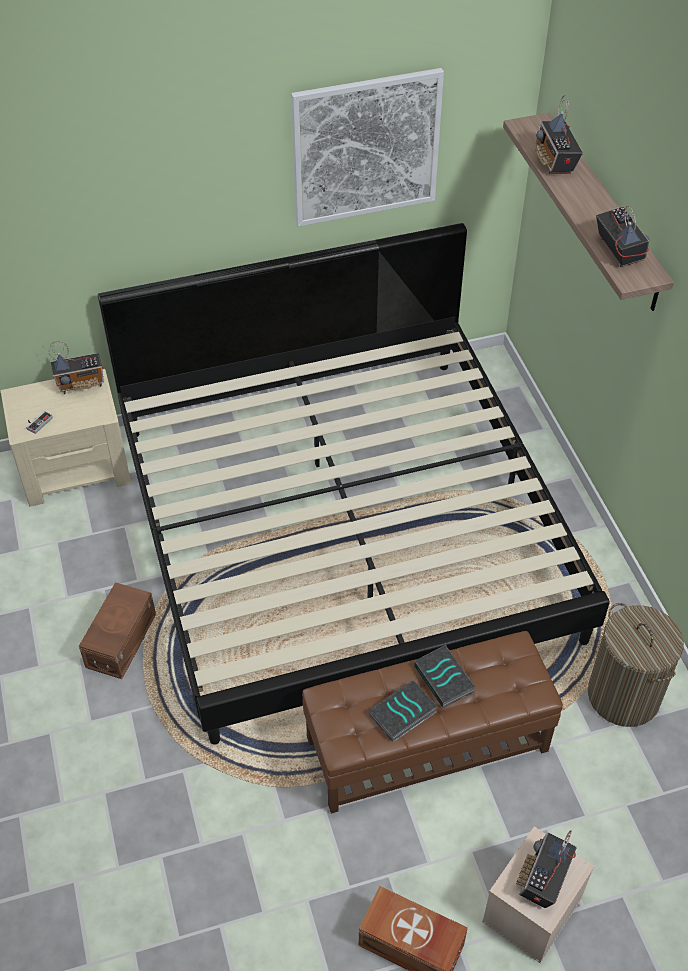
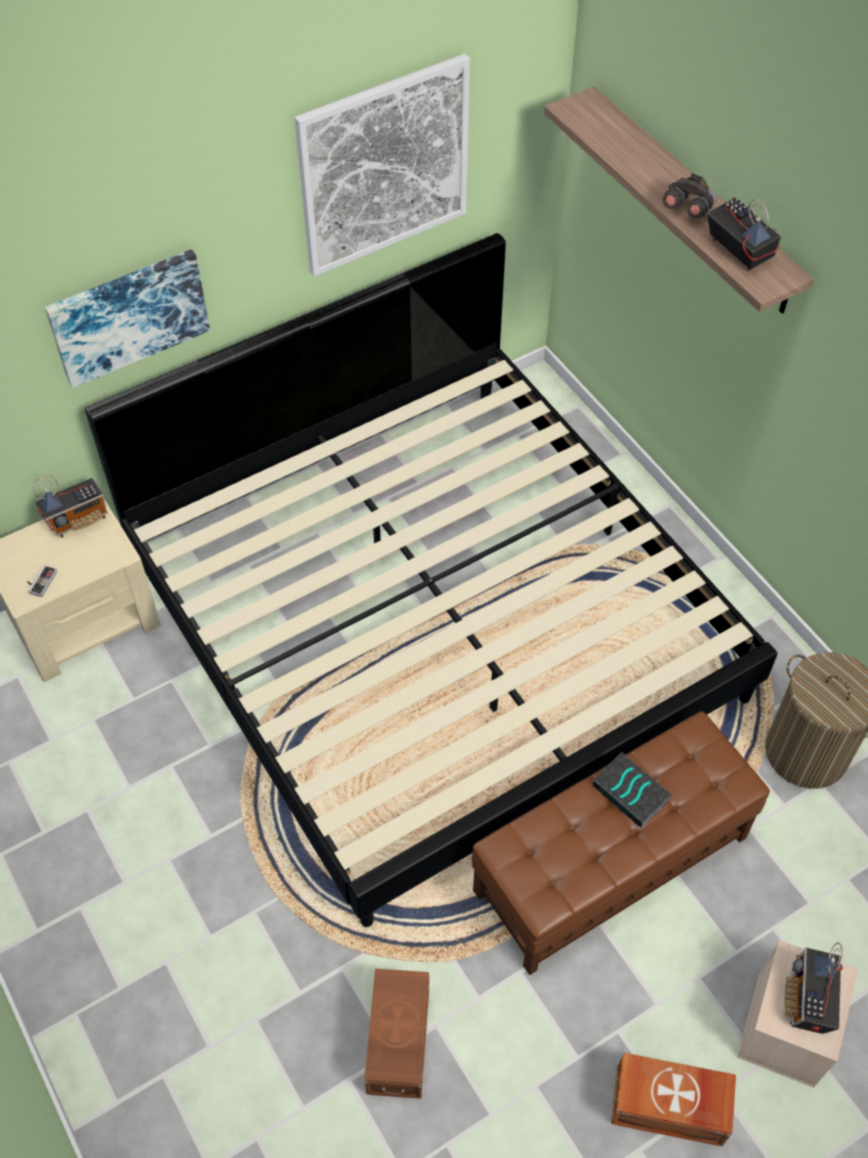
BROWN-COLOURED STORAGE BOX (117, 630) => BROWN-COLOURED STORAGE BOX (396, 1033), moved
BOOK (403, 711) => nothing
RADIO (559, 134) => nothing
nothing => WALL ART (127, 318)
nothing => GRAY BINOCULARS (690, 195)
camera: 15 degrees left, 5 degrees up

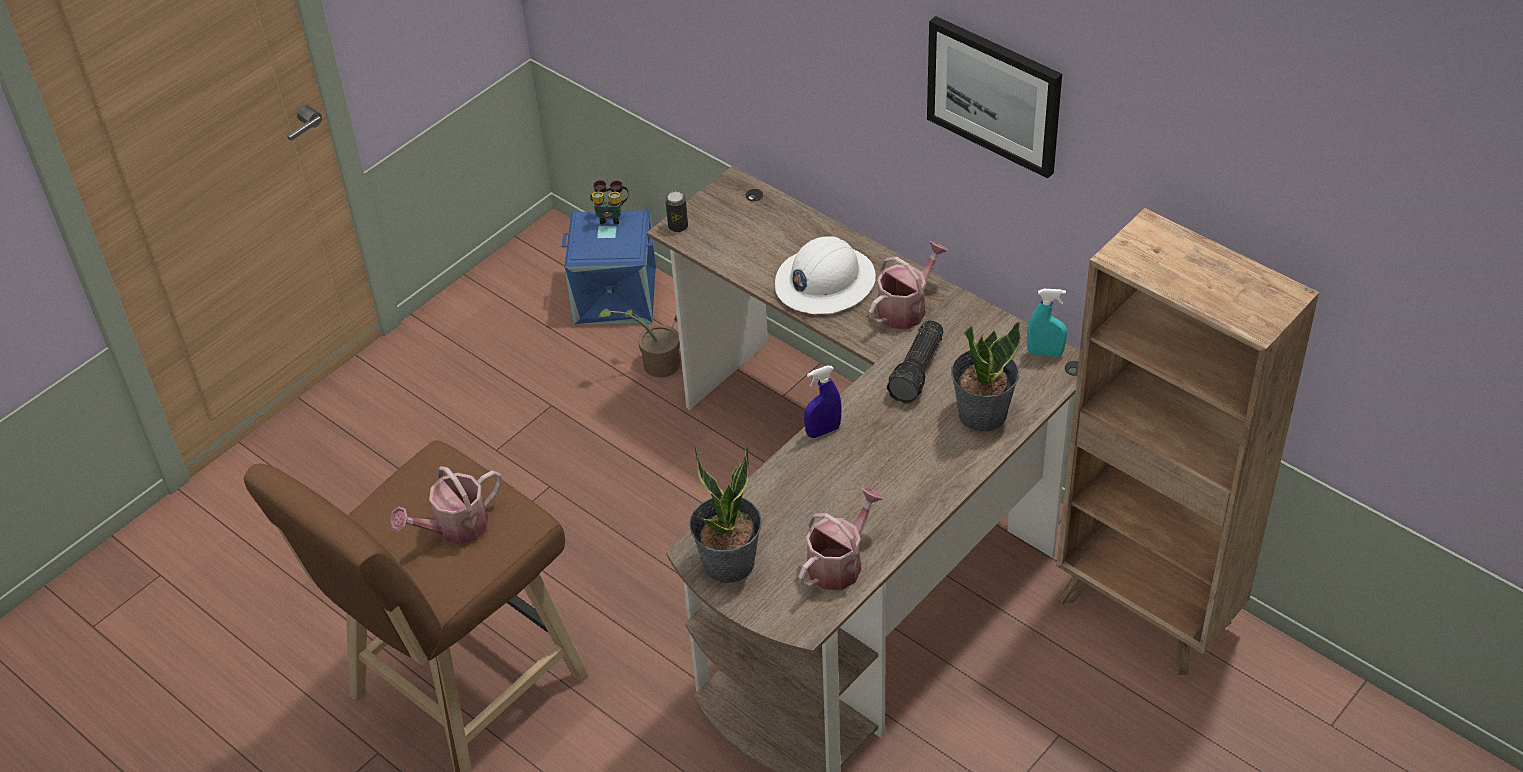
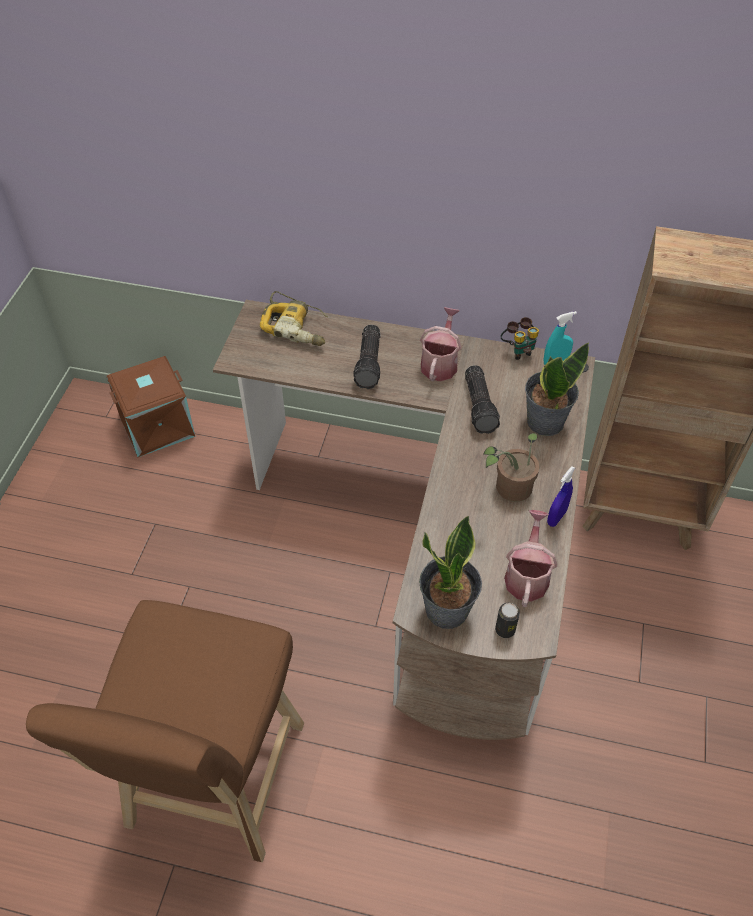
WATERING CAN (446, 505) => nothing
BLUISH STORAGE BOX (609, 267) => BROWN-COLOURED STORAGE BOX (151, 406)
BINOCULARS (609, 202) => BINOCULARS (519, 338), moved
POTTED PLANT (638, 343) => POTTED PLANT (511, 467), moved
CAN (676, 211) => CAN (507, 620), moved
WHITISH SAFETY HELMET (825, 275) => FLASHLIGHT (367, 357)
BLUISH SPRAY BOTTLE (823, 402) => BLUISH SPRAY BOTTLE (561, 496), moved
WALL ART (994, 97) => nothing
nothing => POWER DRILL (294, 318)
camera: 30 degrees left, 5 degrees up

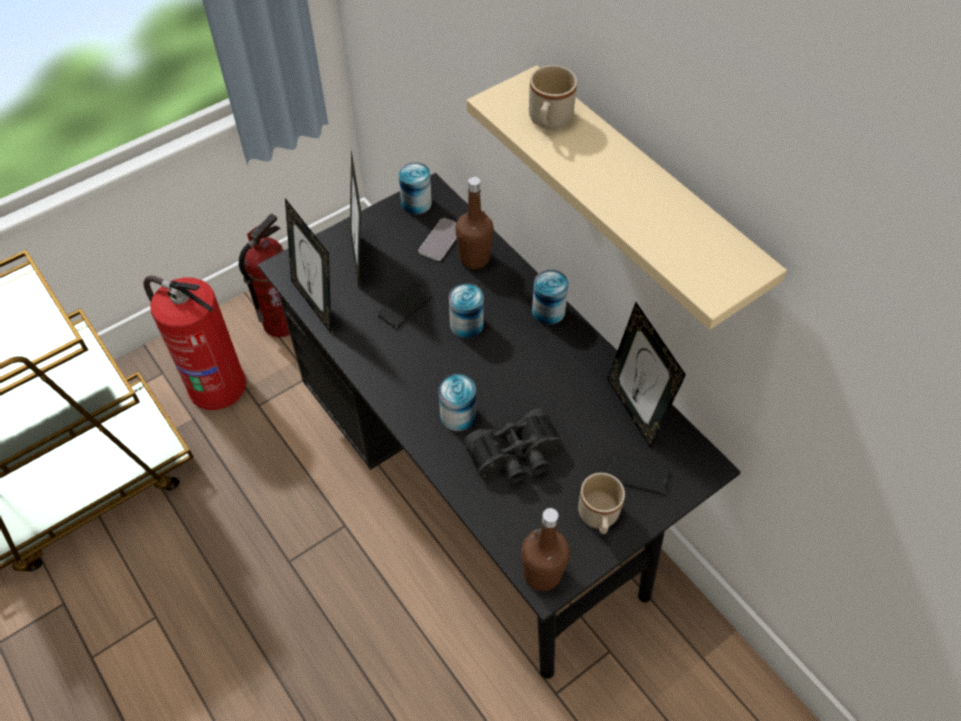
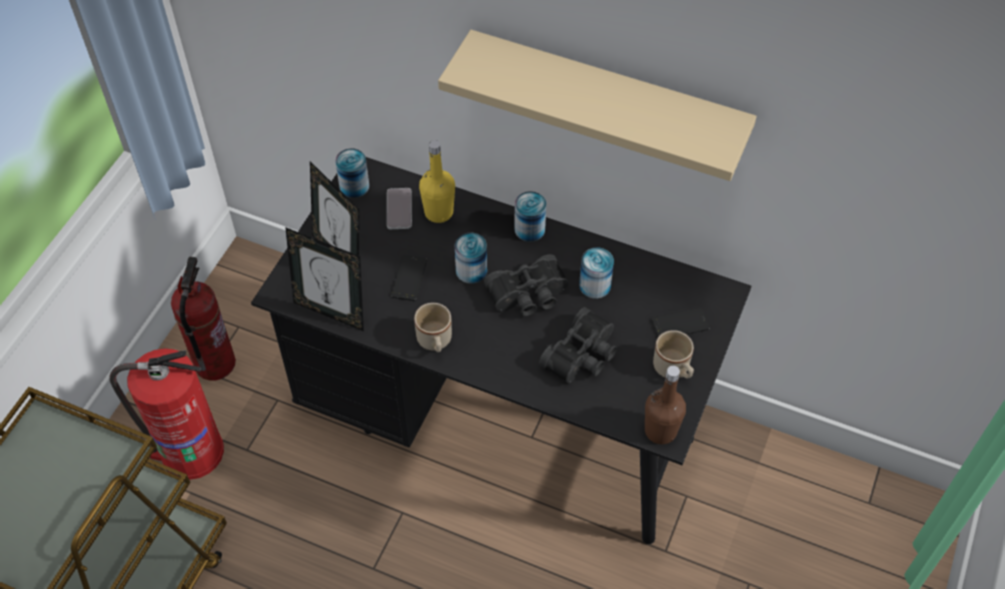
CAN (457, 402) => CAN (596, 273), moved
BROWN-COLOURED BOTTLE (474, 223) => YELLOW BOTTLE (437, 181)
BEIGE-COLOURED MUG (553, 97) => BEIGE-COLOURED MUG (433, 327), moved
STANDING FRAME (646, 375) => nothing
nothing => BLACK-COLOURED BINOCULARS (526, 285)
camera: 30 degrees left, 0 degrees up

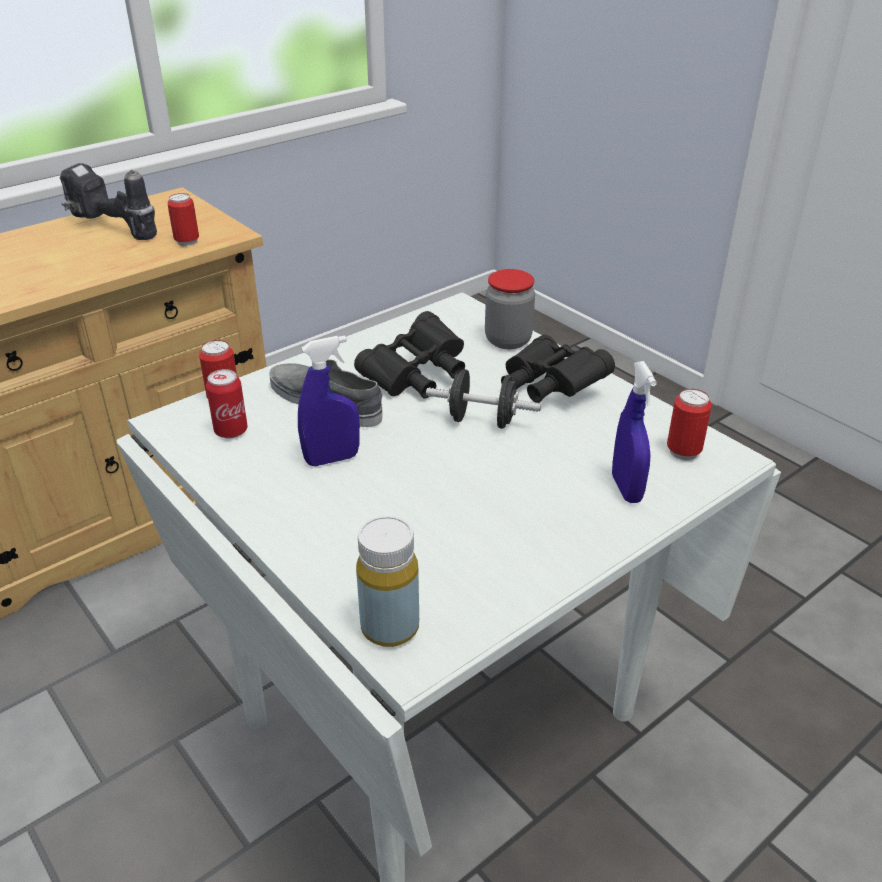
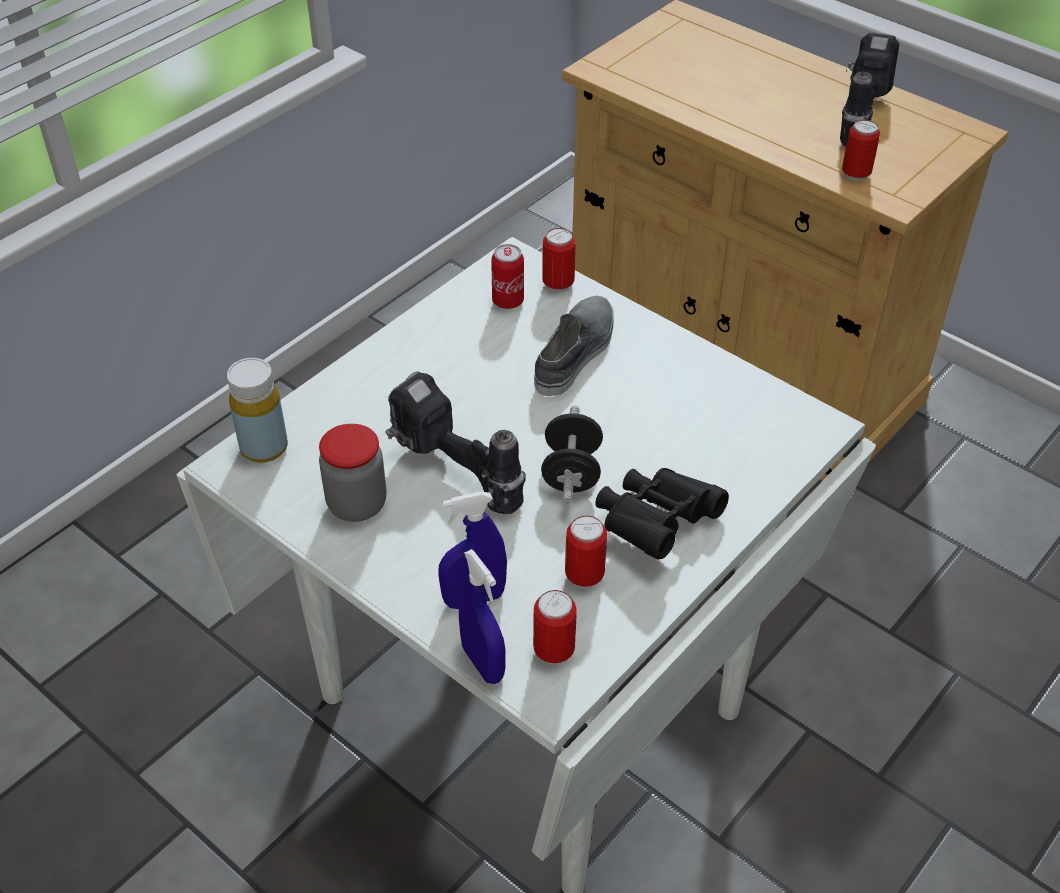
BLUISH SPRAY BOTTLE (329, 401) => BLUISH SPRAY BOTTLE (482, 616), moved
BLACK-COLOURED BINOCULARS (409, 354) => nothing
JAR (510, 309) => JAR (352, 473), moved
nothing => POWER DRILL (455, 442)
nothing => CAN (586, 552)
camera: 80 degrees right, 10 degrees up

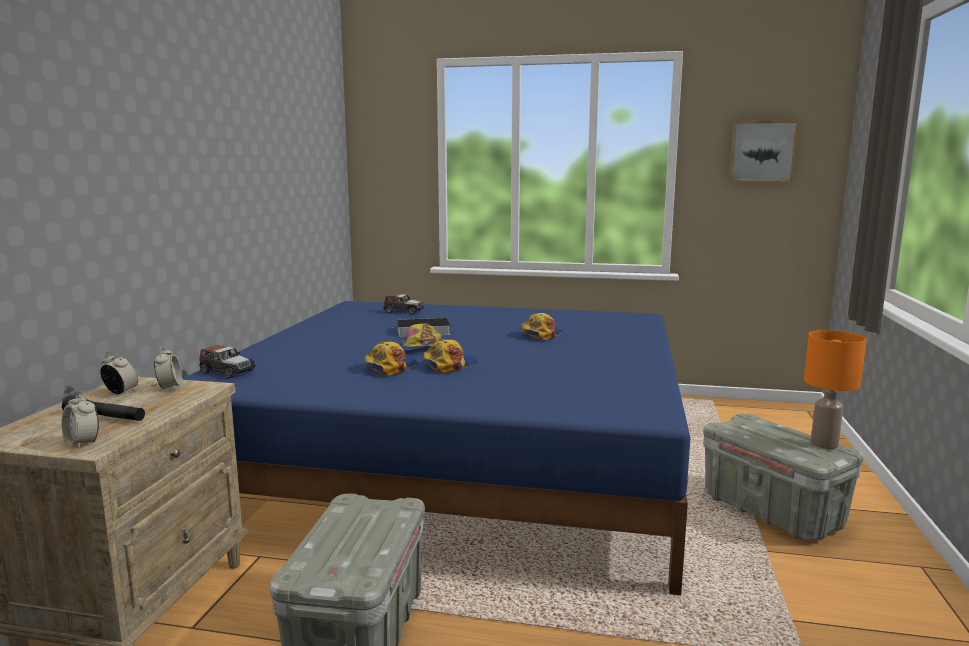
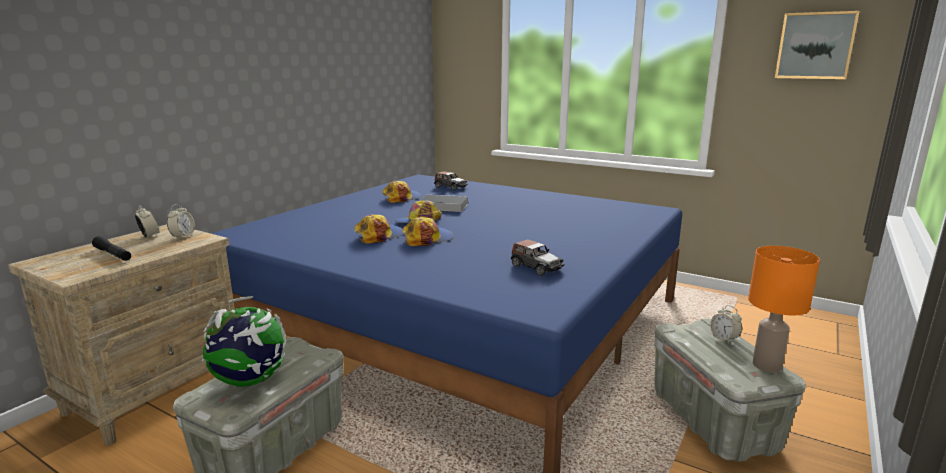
TABLE CLOCK (80, 420) => TABLE CLOCK (726, 324), moved
MINIATURE CAR (227, 362) => MINIATURE CAR (537, 257), moved
PEAKED CAP (542, 326) => PEAKED CAP (402, 192), moved
nothing => DESK GLOBE (244, 341)
camera: 20 degrees right, 5 degrees up

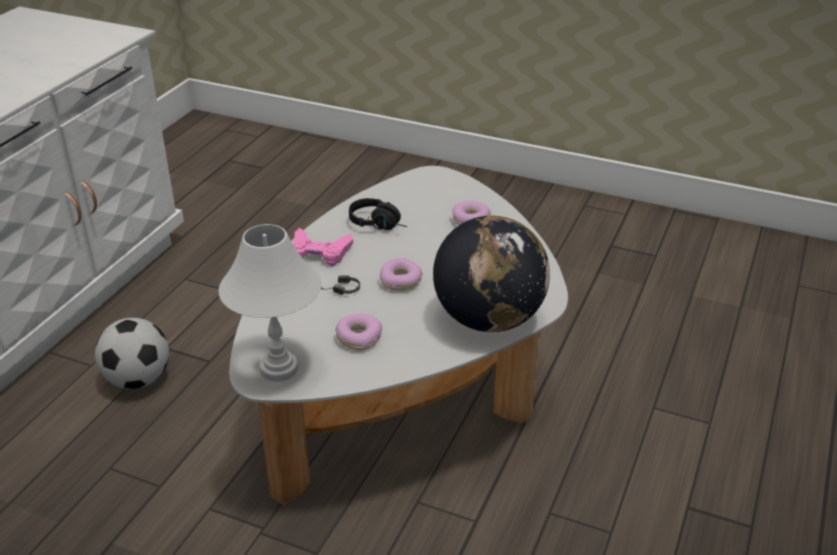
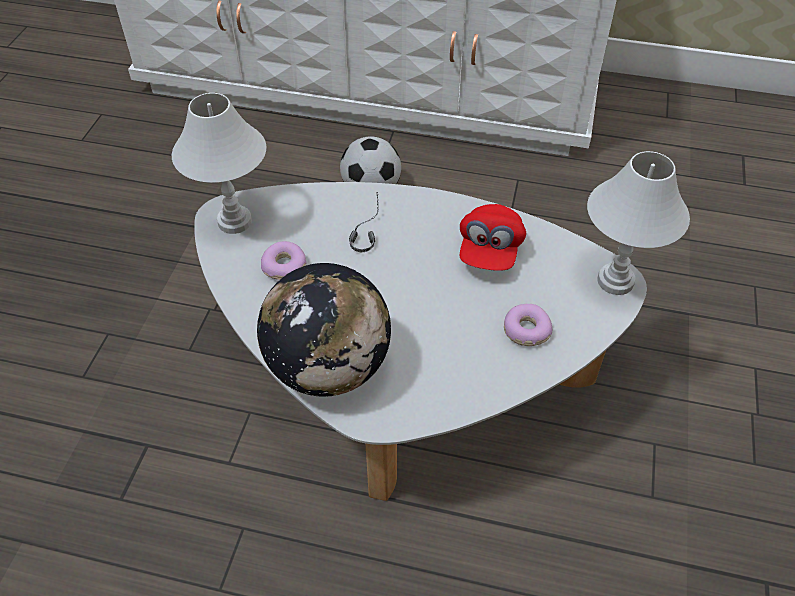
PINKISH GAMEPAD (322, 247) => nothing
BLACK-COLOURED HEADPHONES (378, 214) => RED-COLOURED PEAKED CAP (493, 237)
DONUT (401, 274) => nothing
nothing => WHITISH TABLE LAMP (638, 223)
camera: 80 degrees right, 15 degrees up

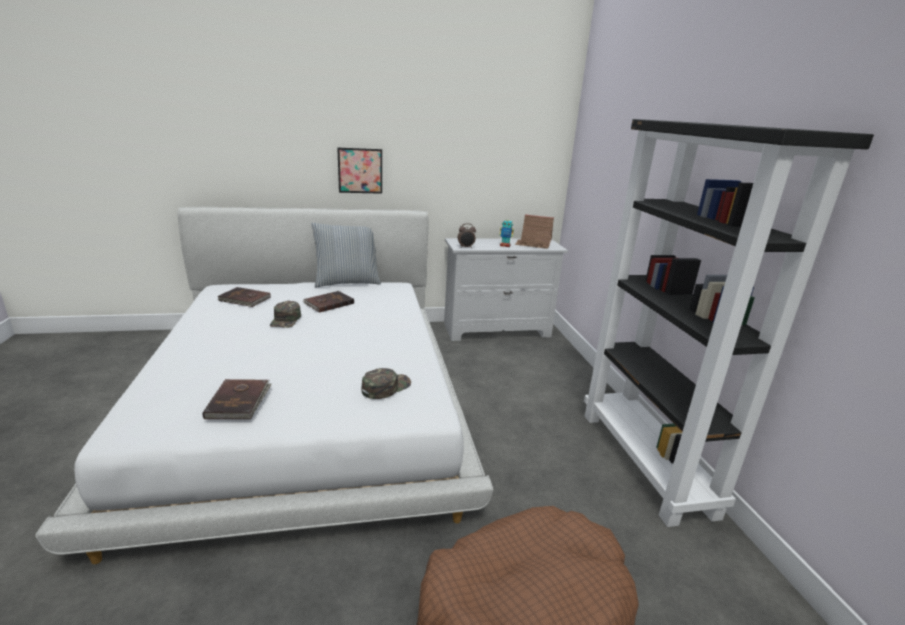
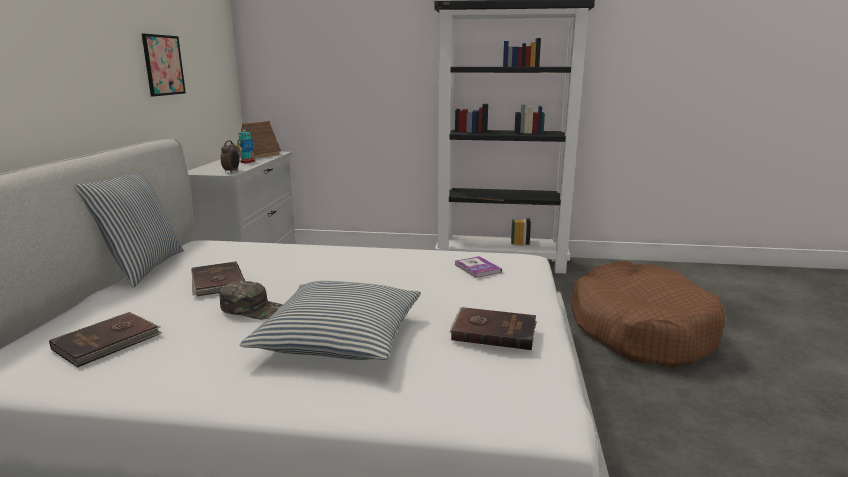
WALL ART (359, 171) => WALL ART (164, 65), moved
GREEN-COLOURED PEAKED CAP (386, 383) => BOOK (478, 267)
nothing => THROW PILLOW (330, 320)
camera: 70 degrees left, 5 degrees down

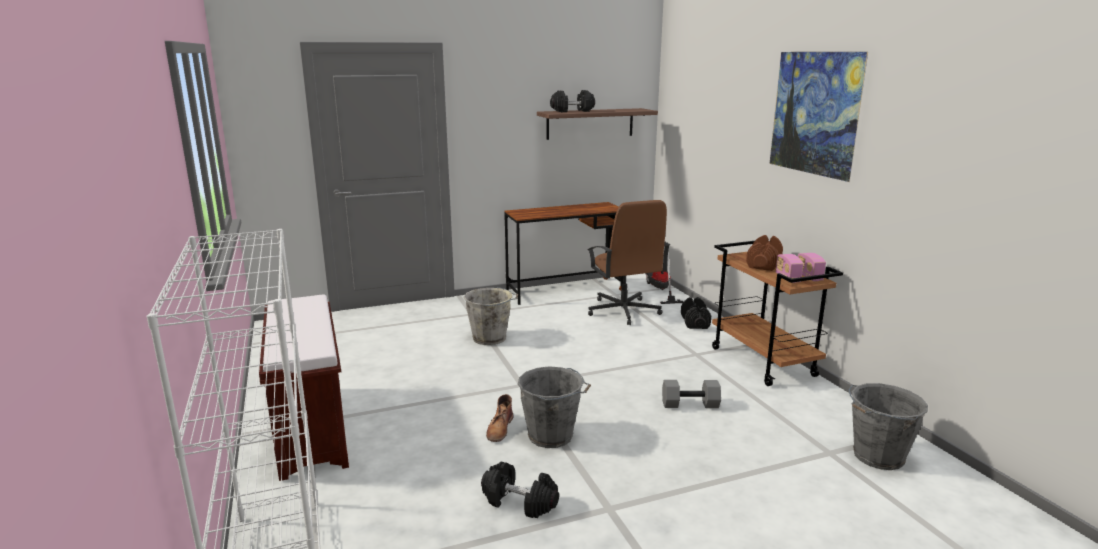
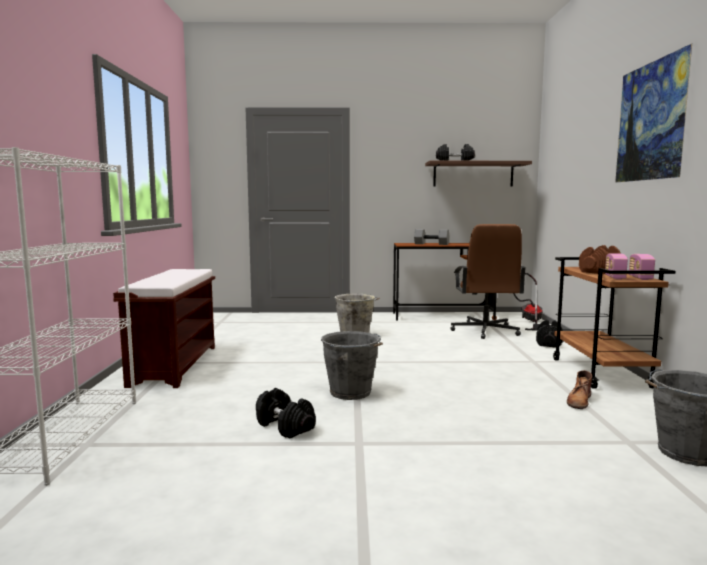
BROWN-COLOURED BOOT (500, 418) => BROWN-COLOURED BOOT (579, 389), moved
GRAY HAND WEIGHT (691, 394) => GRAY HAND WEIGHT (431, 237), moved
camera: 20 degrees right, 10 degrees down

